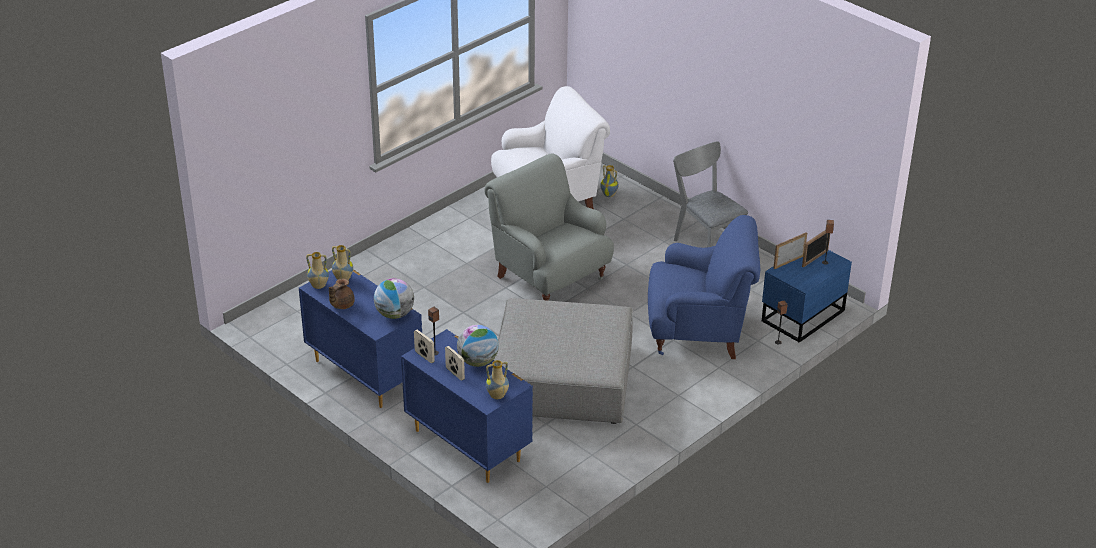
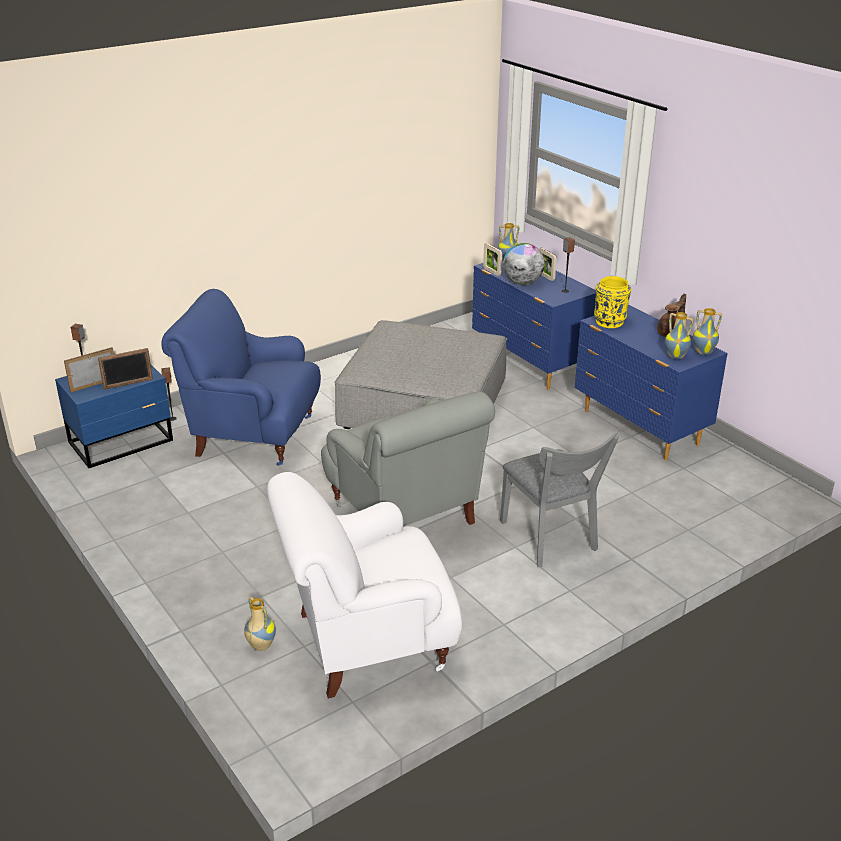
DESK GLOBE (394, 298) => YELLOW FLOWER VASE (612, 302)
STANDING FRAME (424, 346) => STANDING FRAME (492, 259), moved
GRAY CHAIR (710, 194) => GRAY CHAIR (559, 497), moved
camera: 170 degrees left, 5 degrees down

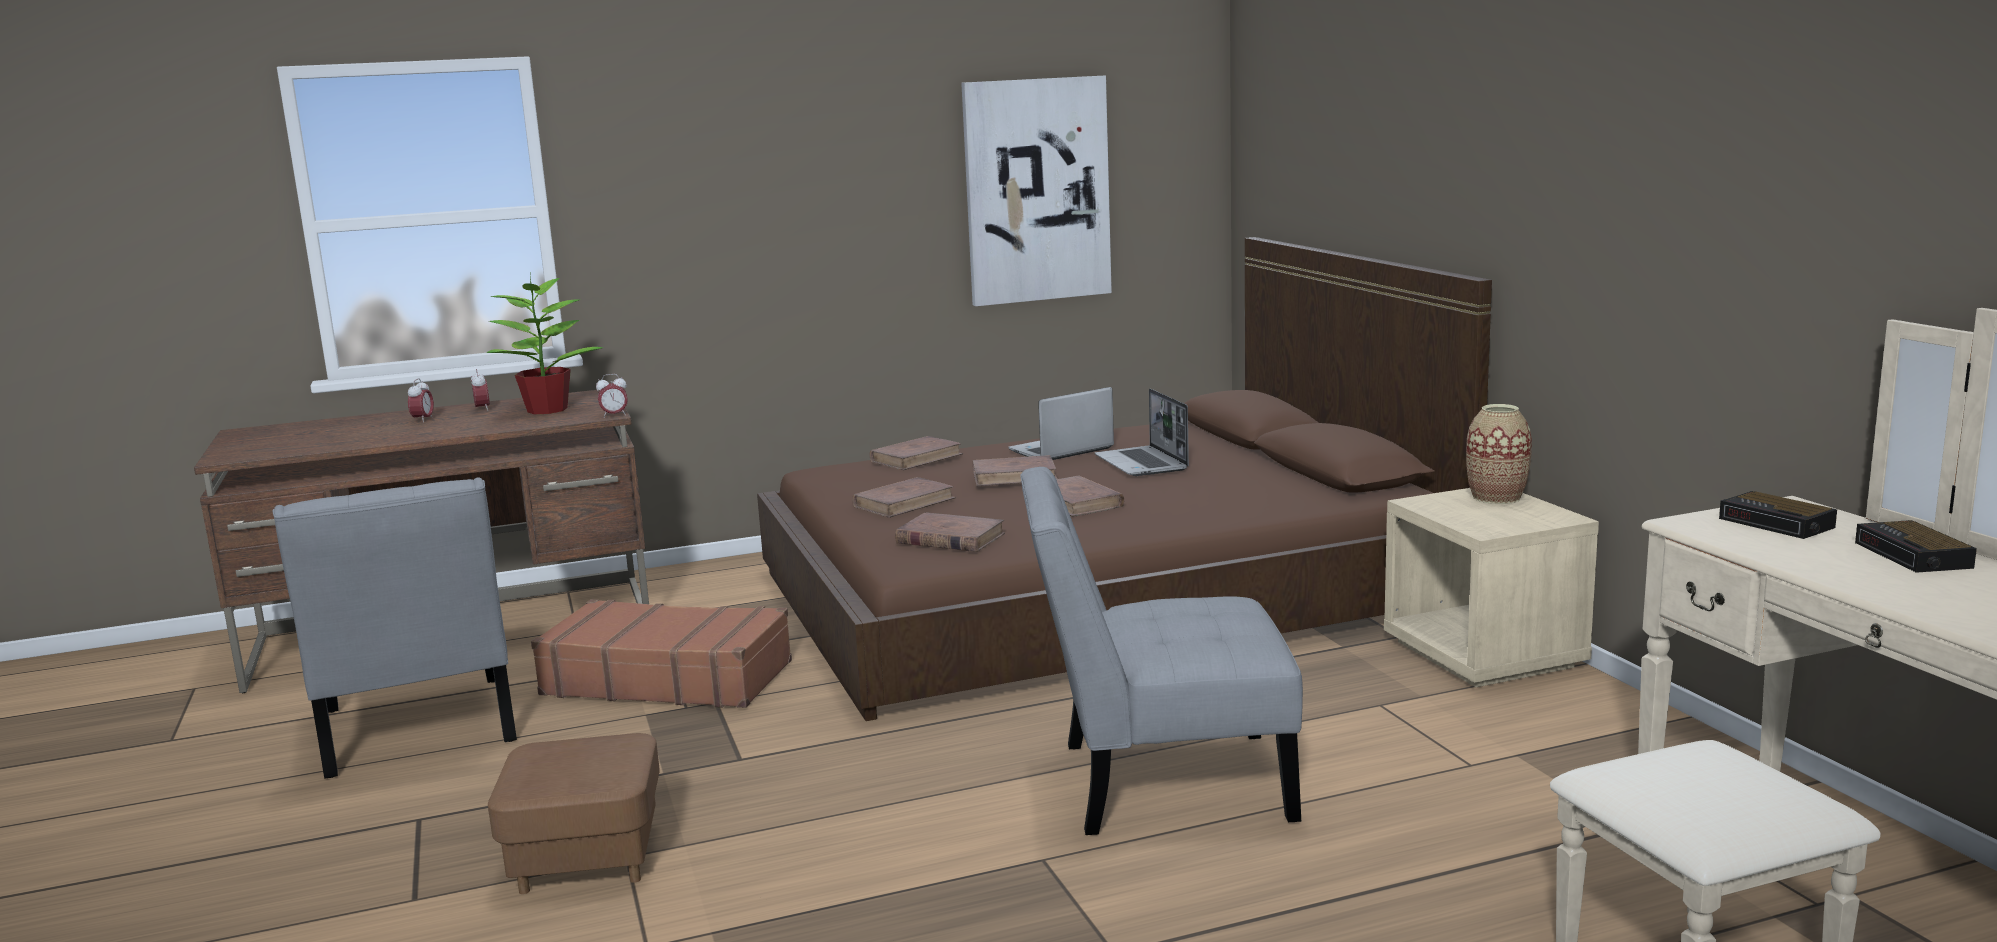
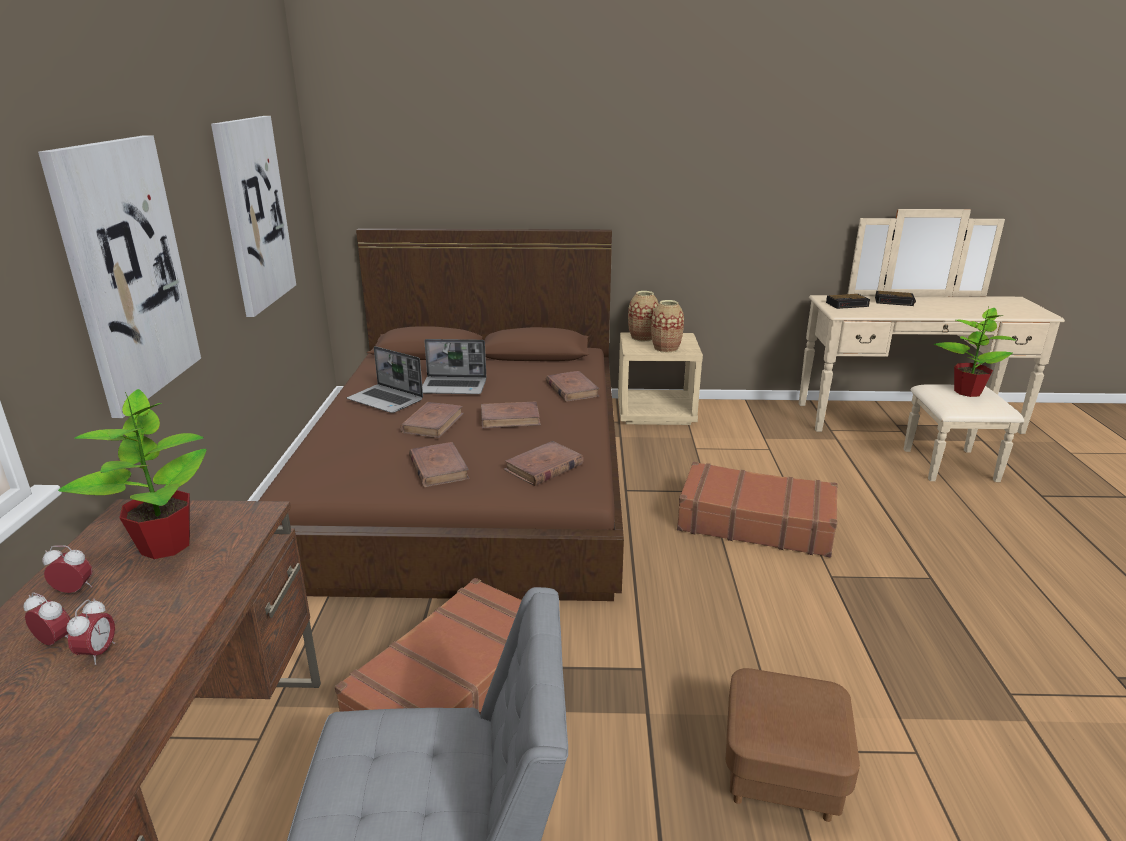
TABLE CLOCK (612, 396) => TABLE CLOCK (90, 632), moved
BROWN-COLOURED BOOK (916, 453) => BROWN-COLOURED BOOK (572, 386), moved
PORTABLE COMPUTER (1061, 423) => PORTABLE COMPUTER (385, 379), 45 degrees counterclockwise
GRAY CHAIR (1161, 651) => BROWN-COLOURED SUITCASE (757, 510)
nothing => WALL ART (119, 276)
nothing => FLOWER VASE (667, 326)
nothing => POTTED PLANT (975, 352)
camera: 70 degrees left, 10 degrees up

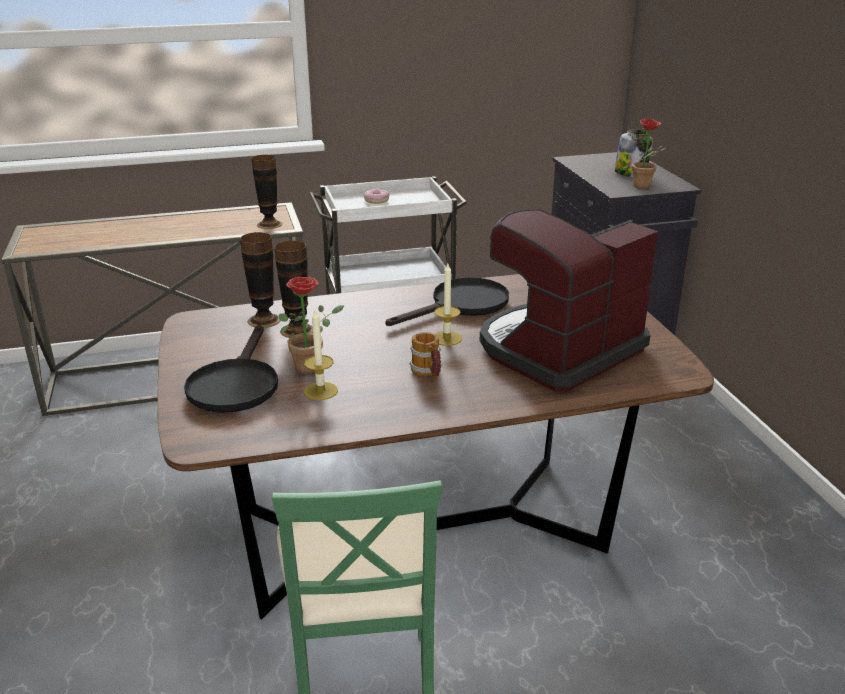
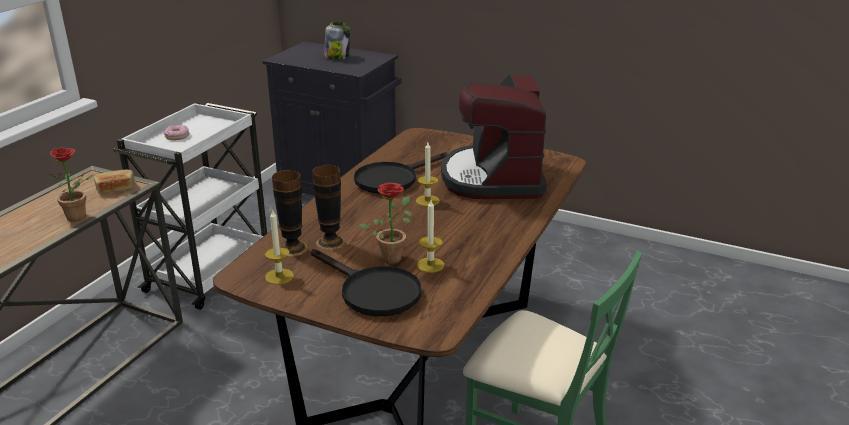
FLOWER VASE (267, 192) => BREAD (114, 182)
BLACK-COLOURED SKILLET (447, 301) => BLACK-COLOURED SKILLET (400, 173), 135 degrees counterclockwise
MUG (426, 355) => nothing
POTTED PLANT (648, 153) => POTTED PLANT (70, 185), moved
nothing => CANDLE (279, 247)
camera: 50 degrees left, 0 degrees up

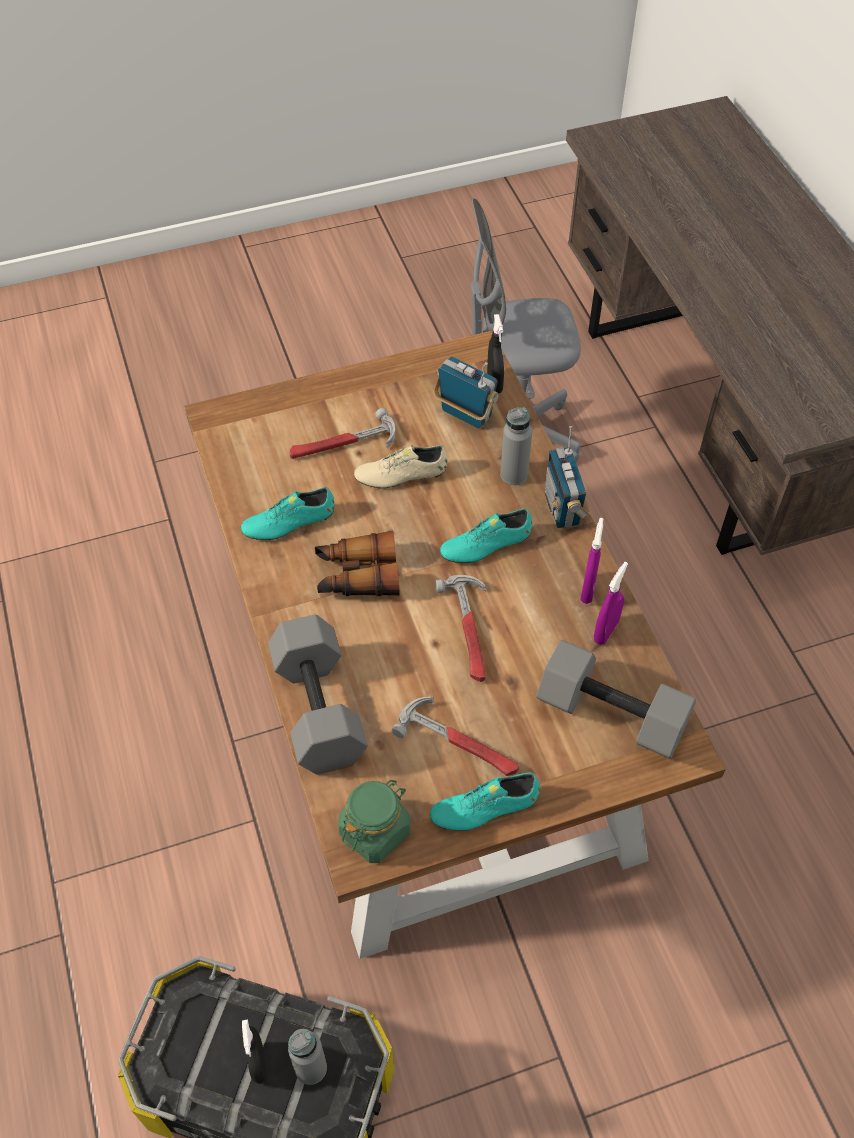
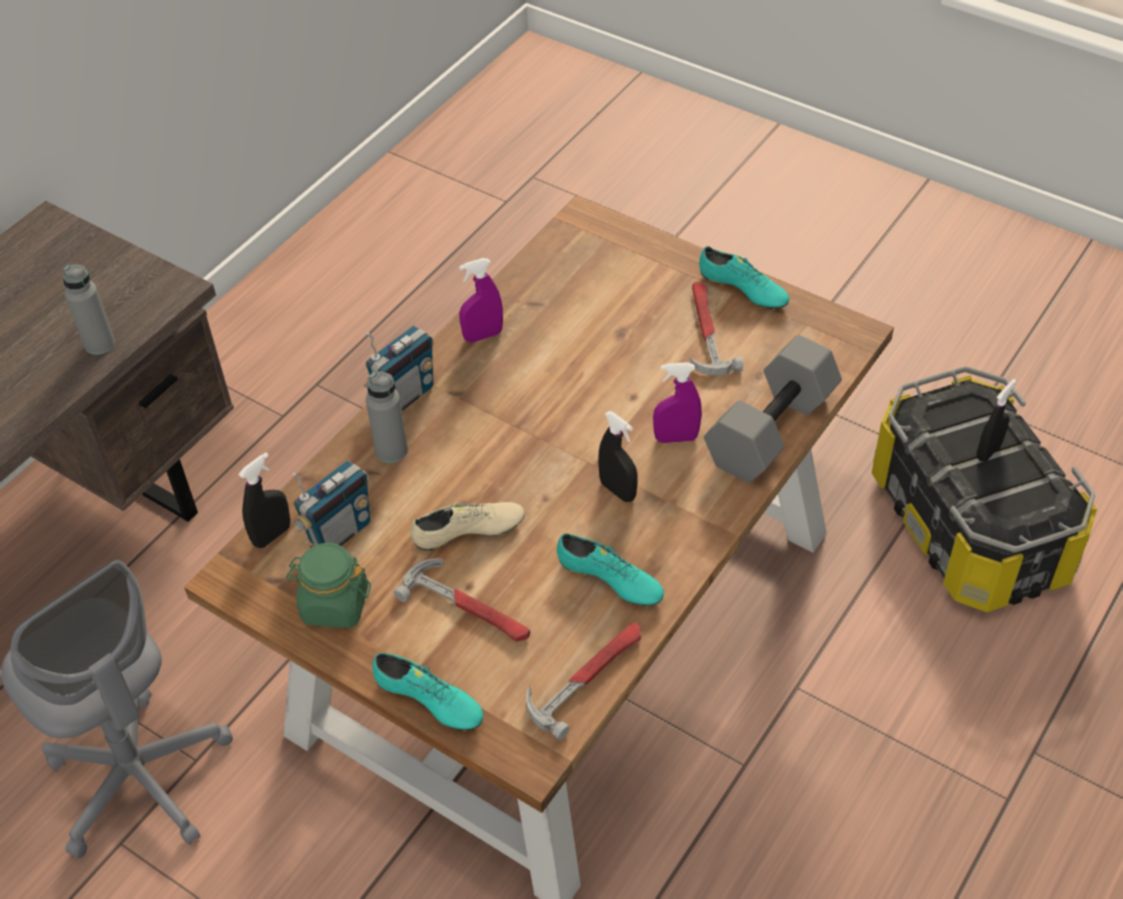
GRAY BOTTLE (307, 1057) => GRAY BOTTLE (89, 309), moved
BINOCULARS (357, 563) => BLACK-COLOURED SPRAY BOTTLE (618, 456)
GREEN-COLOURED JAR (374, 821) => GREEN-COLOURED JAR (328, 585), moved
BEIGE-COLOURED SHOE (401, 467) => BEIGE-COLOURED SHOE (467, 526), 60 degrees counterclockwise
RADIO (466, 393) => RADIO (331, 503), 135 degrees counterclockwise
HAMMER (460, 628) => HAMMER (583, 681), moved
BLUE-GREEN SHOE (486, 536) => BLUE-GREEN SHOE (427, 692), moved
GRAY HAND WEIGHT (616, 699) => nothing
PURPLISH SPRAY BOTTLE (611, 603) => PURPLISH SPRAY BOTTLE (677, 402), moved
camera: 125 degrees left, 5 degrees down

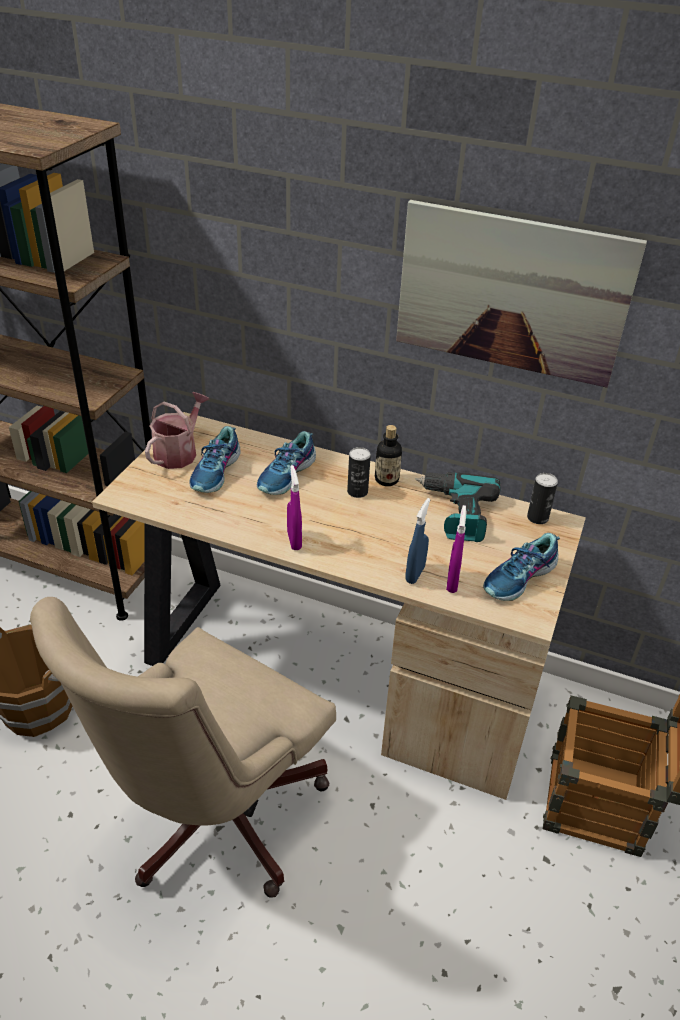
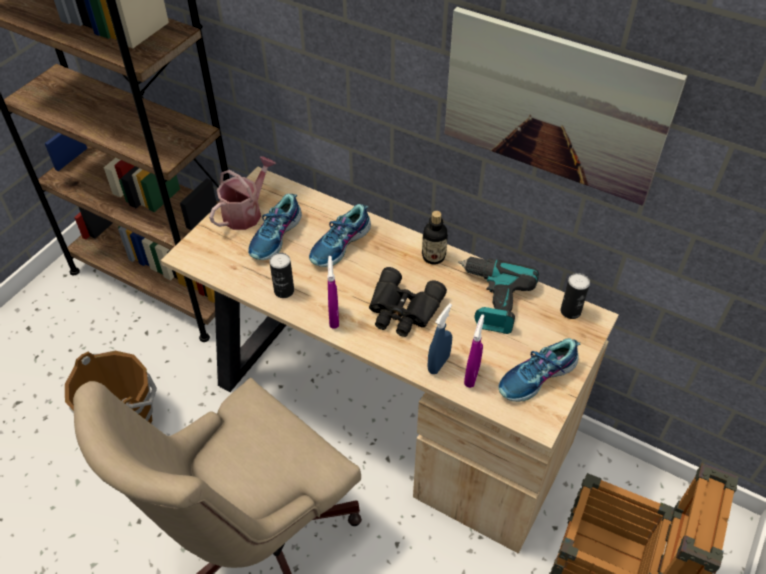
CAN (359, 472) => CAN (281, 275), moved
nothing => BLACK-COLOURED BINOCULARS (408, 302)
camera: 10 degrees right, 10 degrees up

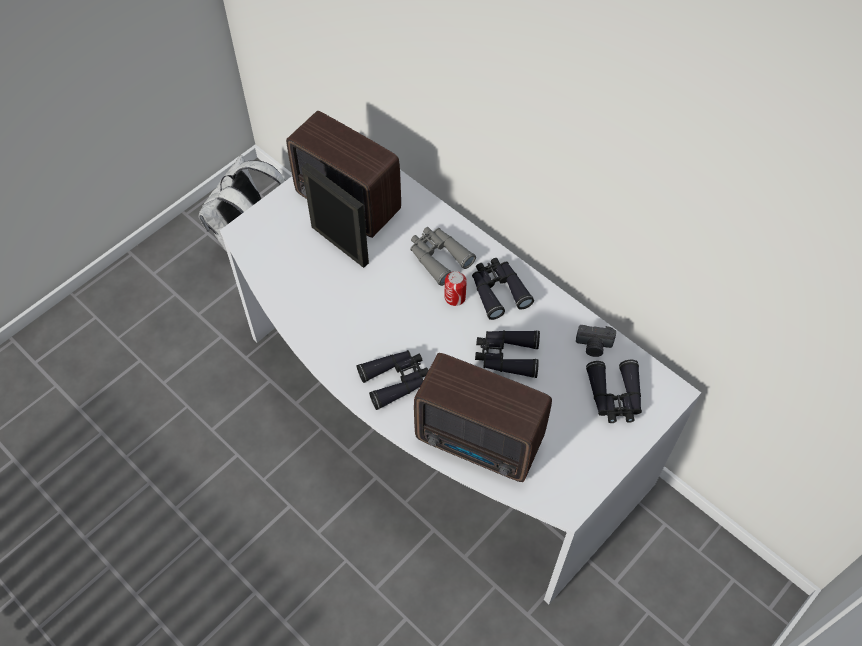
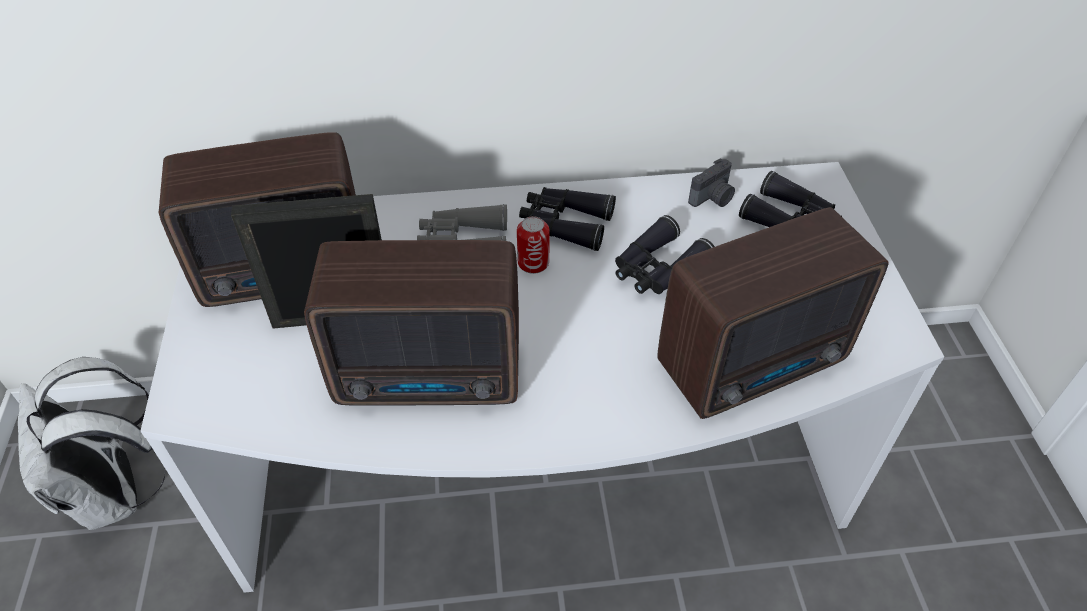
BLACK-COLOURED BINOCULARS (393, 380) => nothing
nothing => RADIO (411, 323)
camera: 50 degrees left, 10 degrees down

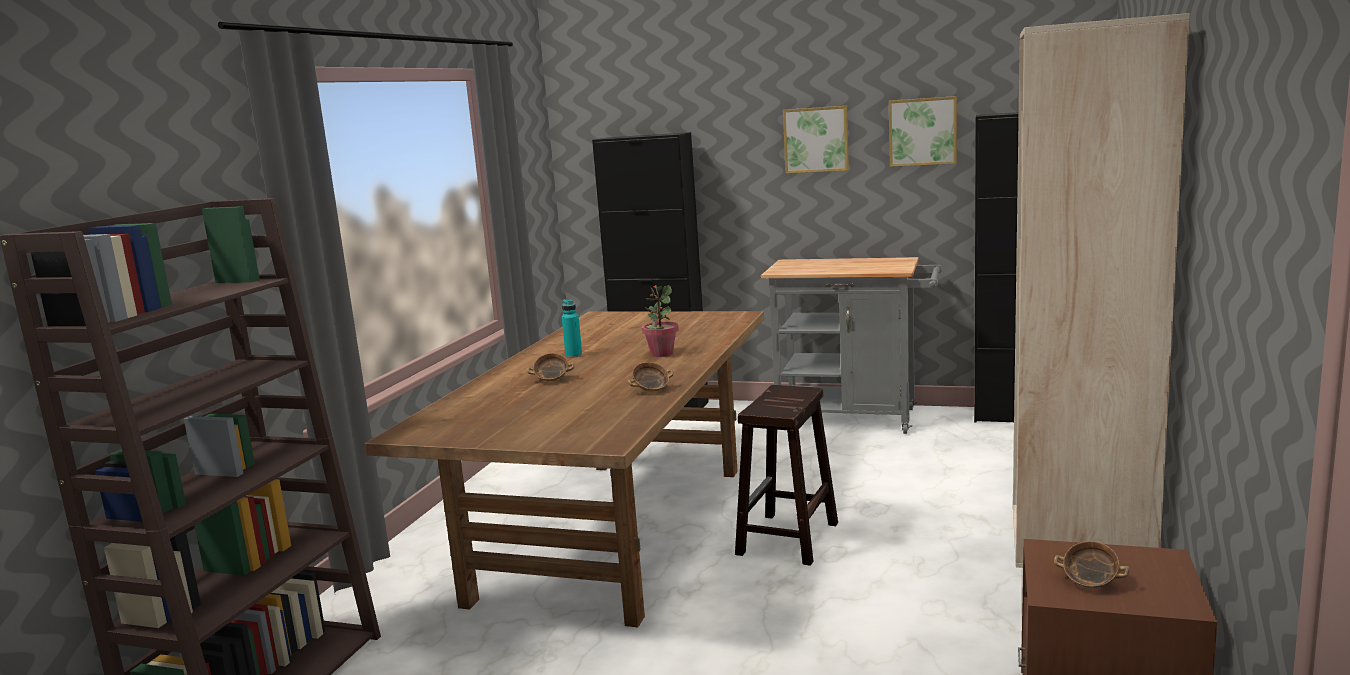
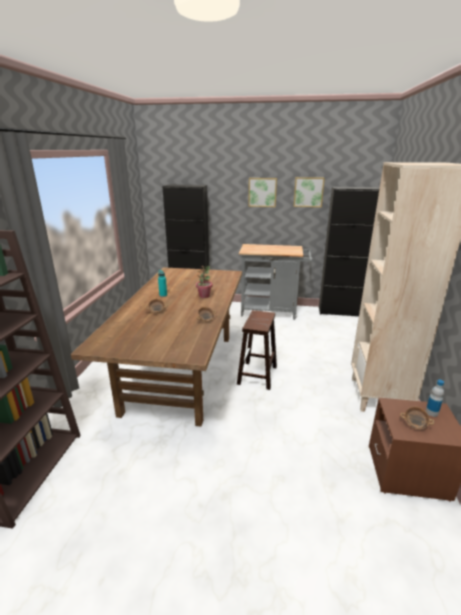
nothing => BOTTLE (435, 398)
camera: 10 degrees left, 10 degrees up

